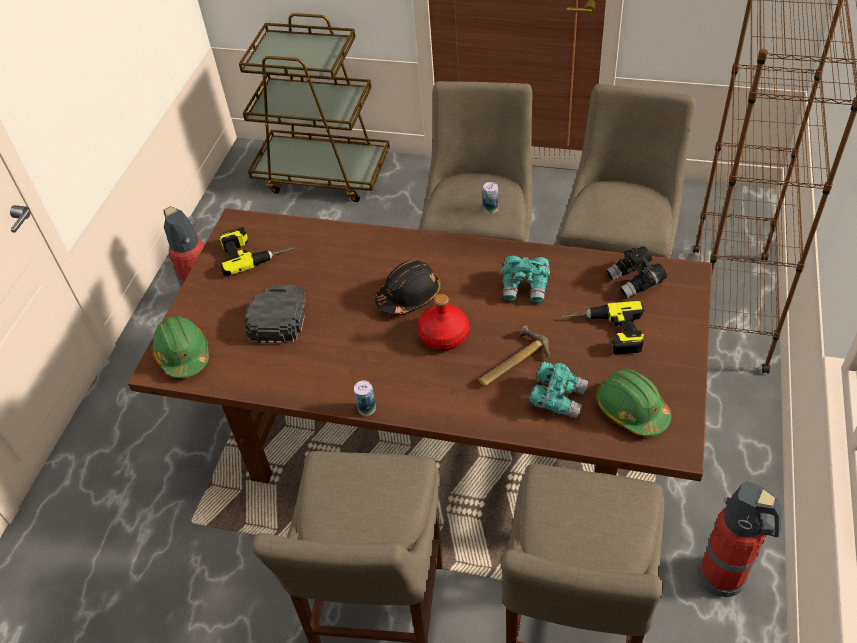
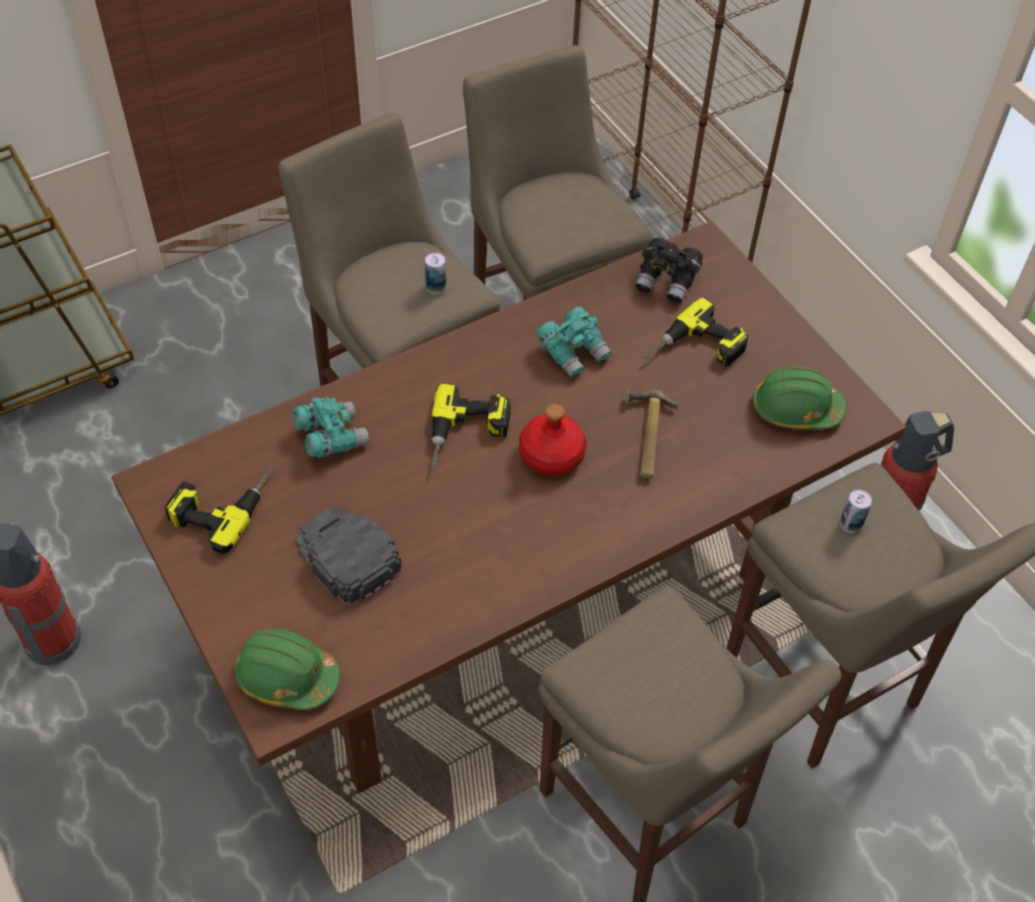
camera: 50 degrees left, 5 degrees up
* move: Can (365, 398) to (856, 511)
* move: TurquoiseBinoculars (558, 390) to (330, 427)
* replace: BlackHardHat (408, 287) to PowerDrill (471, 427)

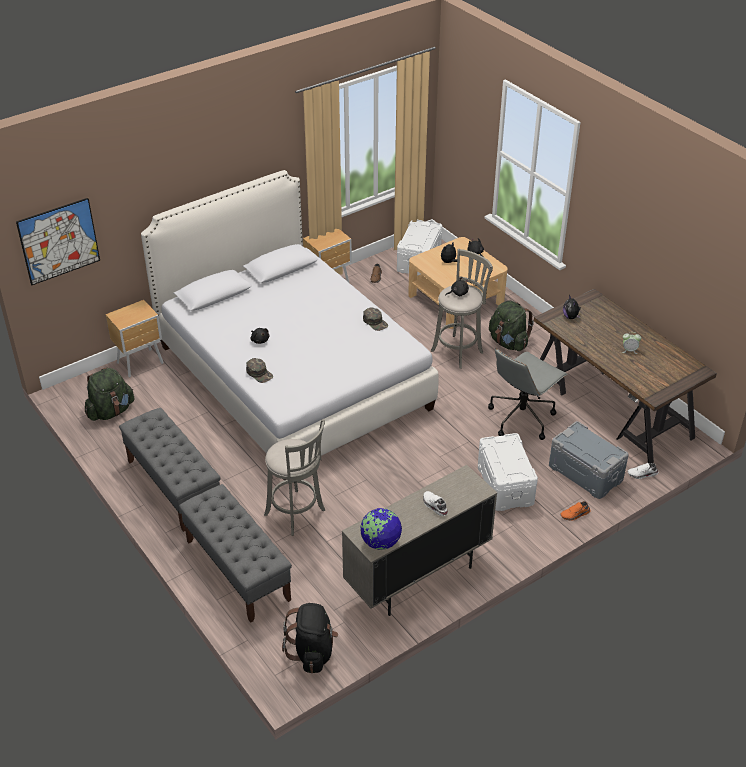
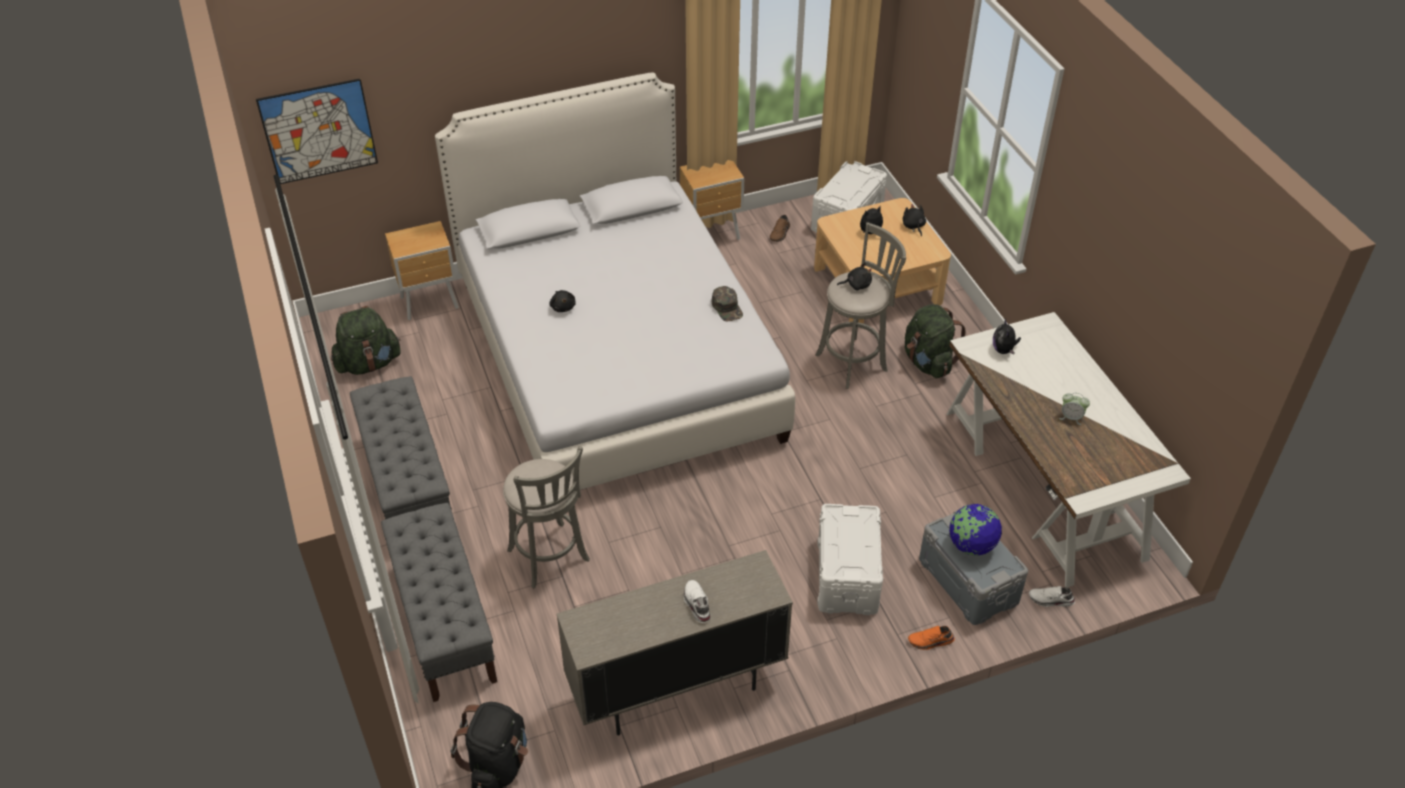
camera: 15 degrees right, 5 degrees up
* delete: GreenCap (259, 370)
* delete: GreyOfficeChair (528, 394)
* move: Globe (381, 529) to (975, 530)
* recolor: BrownDesk (625, 376) to WhiteDesk (1069, 449)

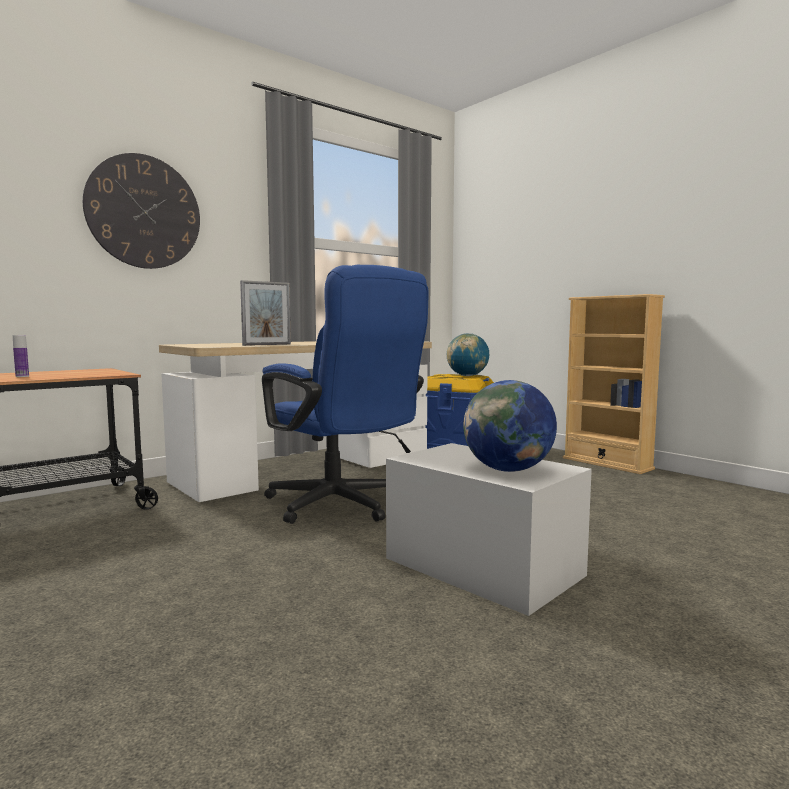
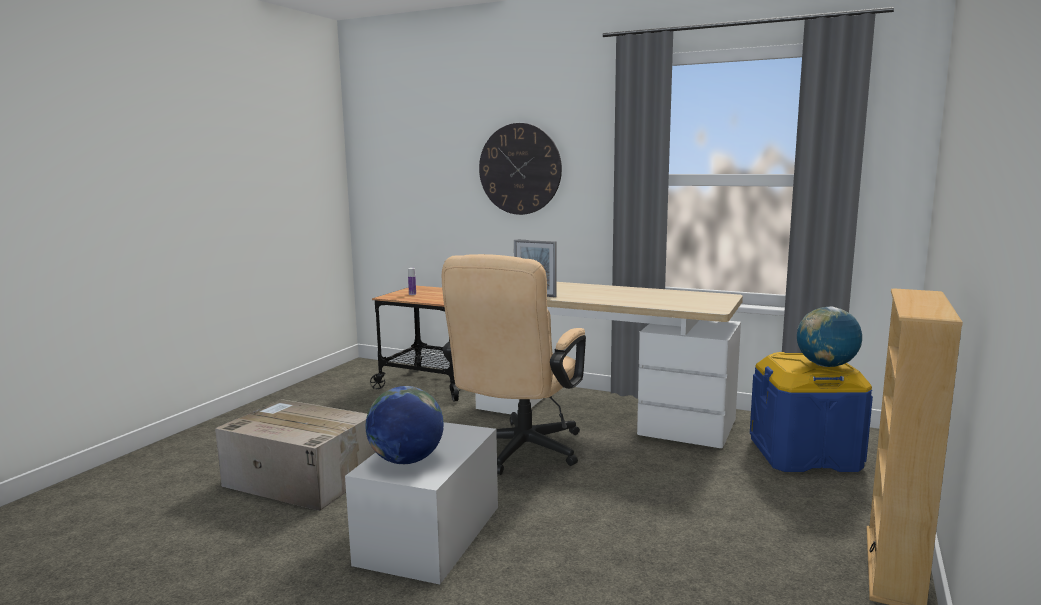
camera: 65 degrees right, 5 degrees up
* insert: CardboardBox (295, 455)
* recolor: BlueOfficeChair (345, 394) to BeigeOfficeChair (514, 364)

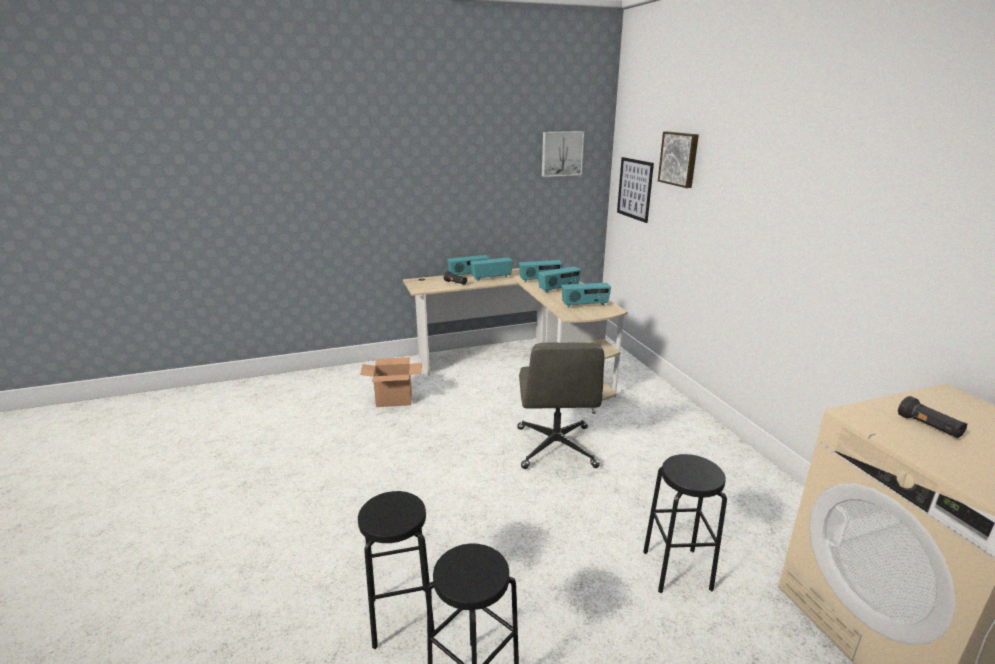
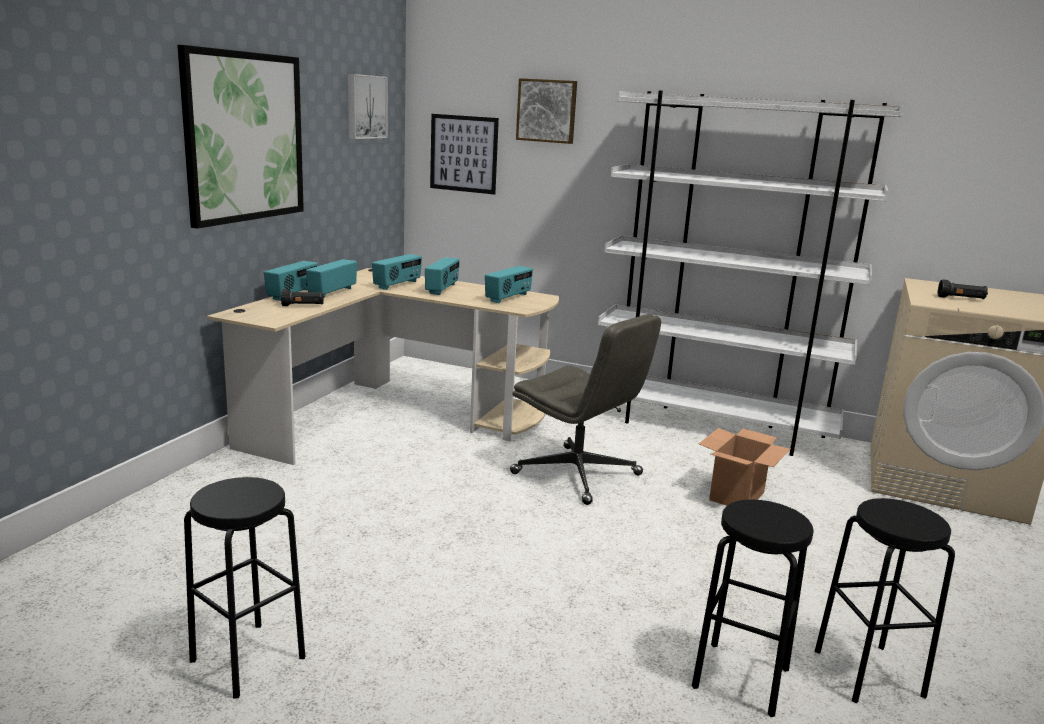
camera: 50 degrees left, 5 degrees down
* insert: Picture (240, 137)
* insert: WhiteBookcase (751, 273)
* move: CardboardBox (391, 382) to (744, 467)
* move: BlackStool (685, 523) to (244, 587)

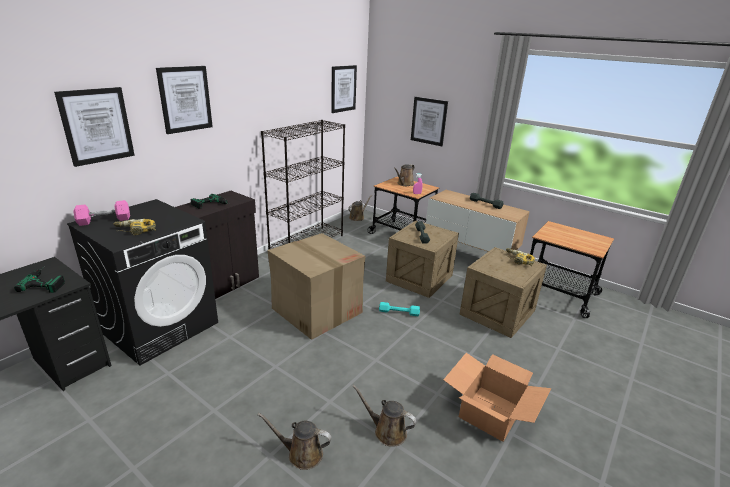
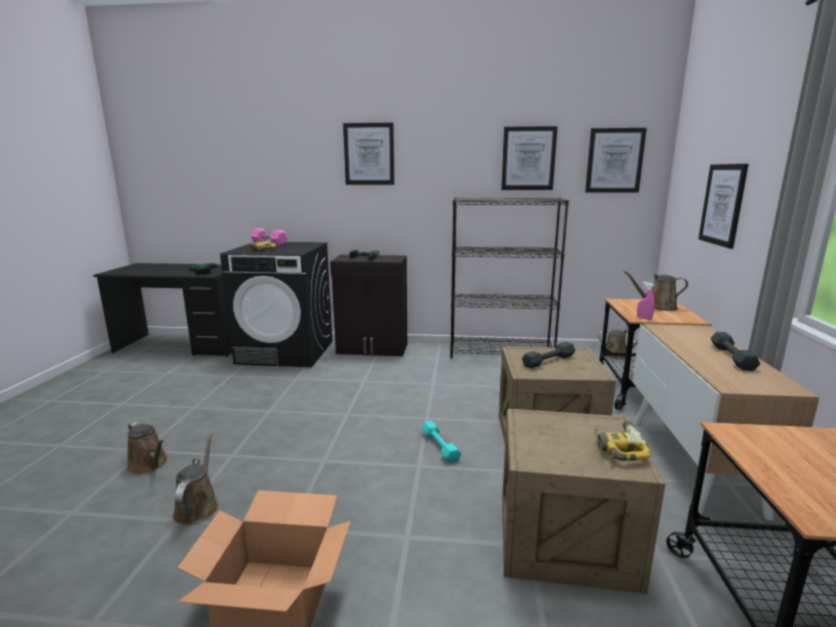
camera: 60 degrees right, 10 degrees down
* delete: CardboardBox (316, 286)
* move: Picture (94, 127) to (529, 158)
* rotate: BrownWateringCan (294, 441) = (147, 448) 150 degrees clockwise

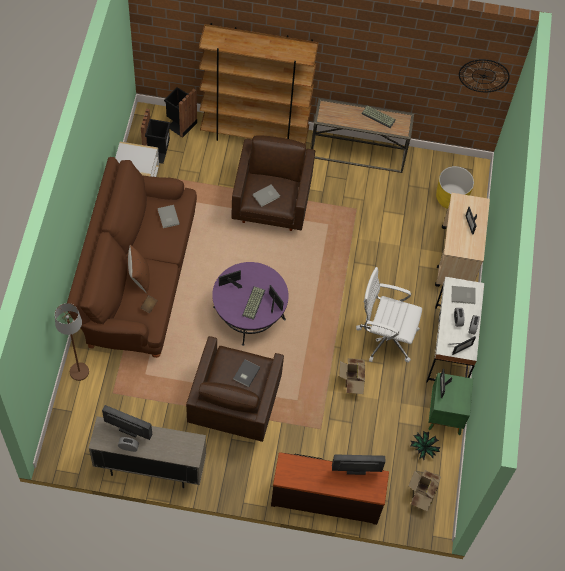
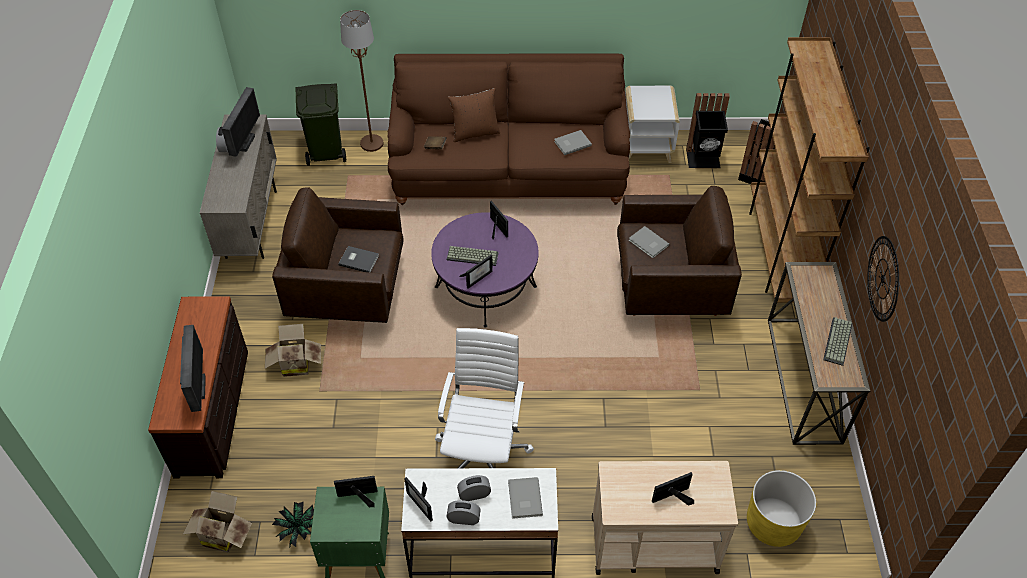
camera: 85 degrees right, 10 degrees down
* insert: GreenTrashCan (321, 124)
* move: CardboardBox (352, 376) to (293, 350)
* move: WallClock (484, 75) to (883, 279)

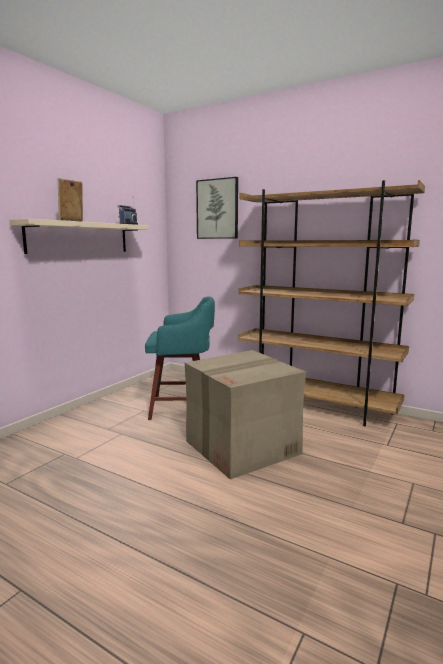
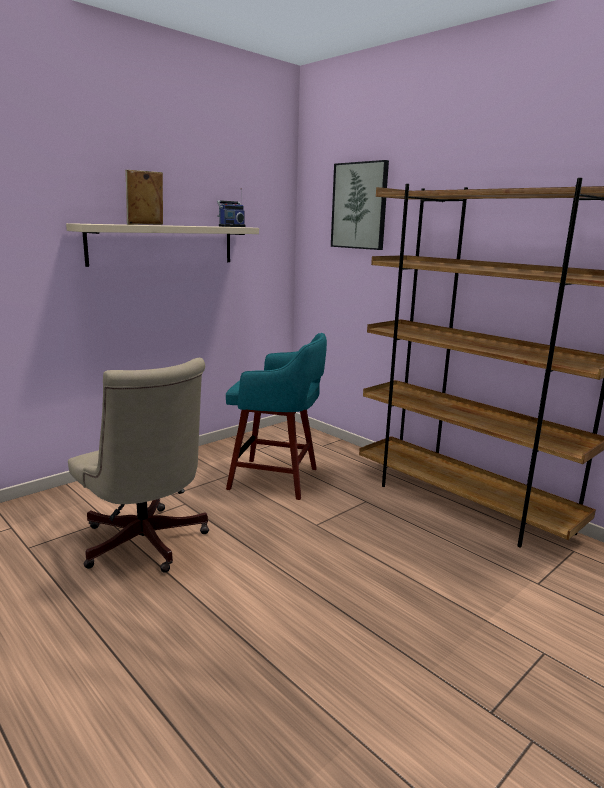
camera: 15 degrees right, 5 degrees up
* delete: CardboardBox (245, 414)
* insert: BeigeOfficeChair (138, 465)

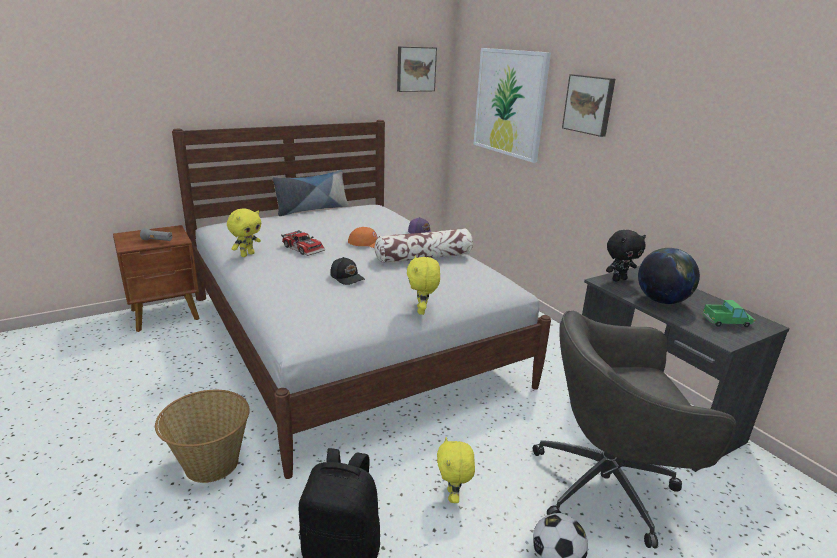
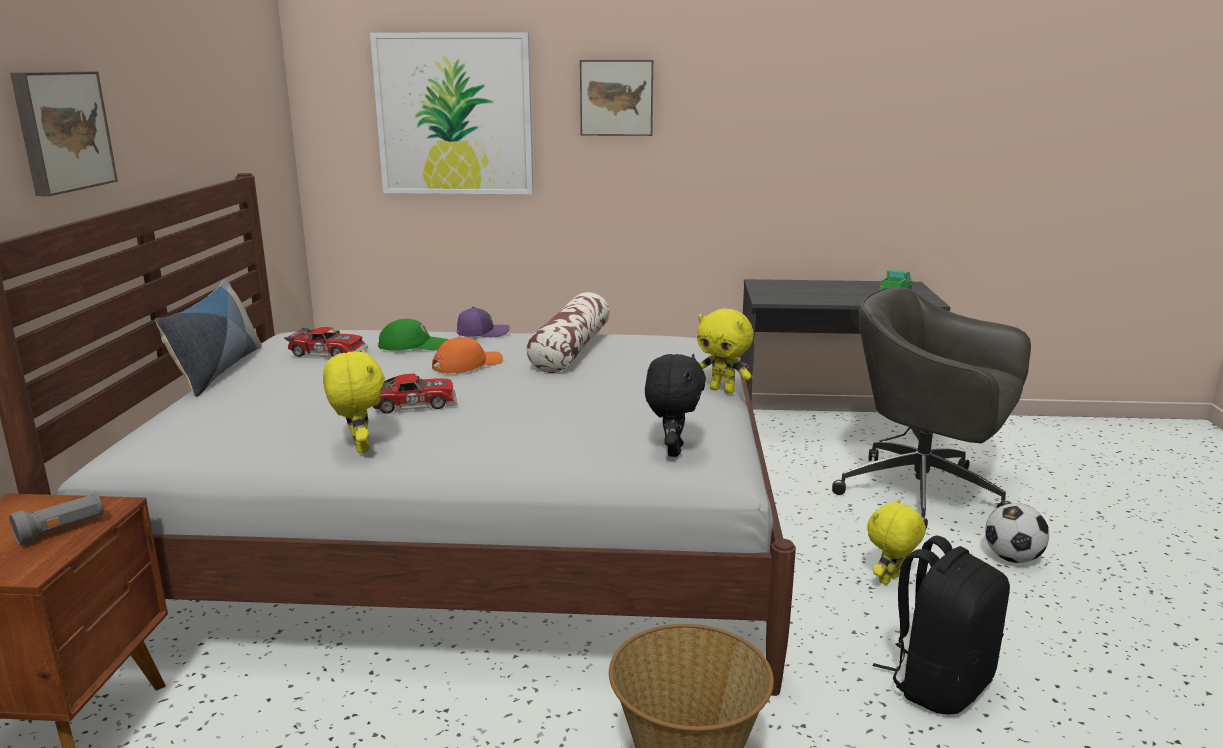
camera: 55 degrees left, 5 degrees down
* delete: BlackCap (347, 271)
* delete: Globe (669, 276)
* insert: ToyCar (326, 342)
* insert: GreenCap (413, 335)
* move: Picture (417, 69) to (64, 133)
* move: BlackPlushToy (626, 255) to (675, 405)
* rotate: YellowPlushToy (456, 470) = (896, 542) 105 degrees clockwise
* rotate: GreyOfficeChair (634, 429) = (931, 408) 90 degrees clockwise

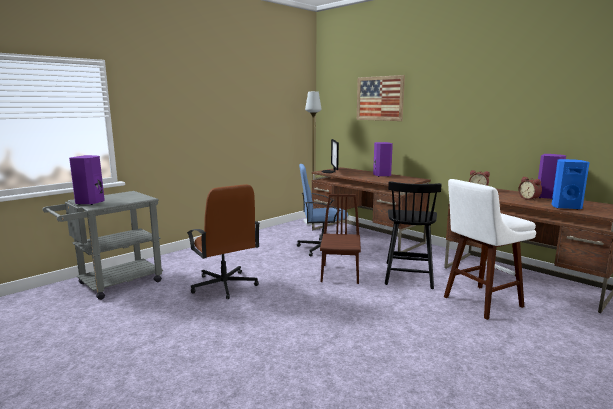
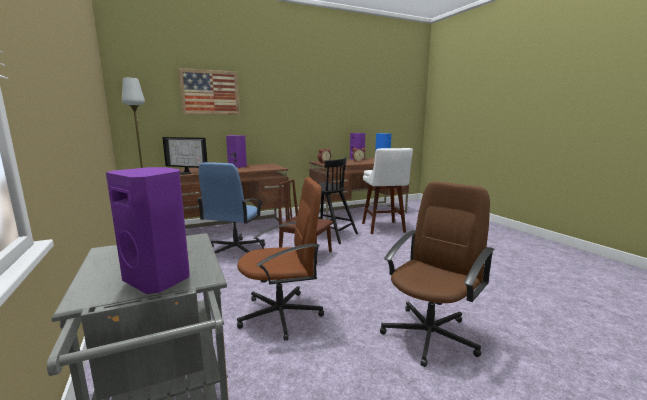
camera: 70 degrees left, 0 degrees up
* insert: BrownOfficeChair (437, 274)

